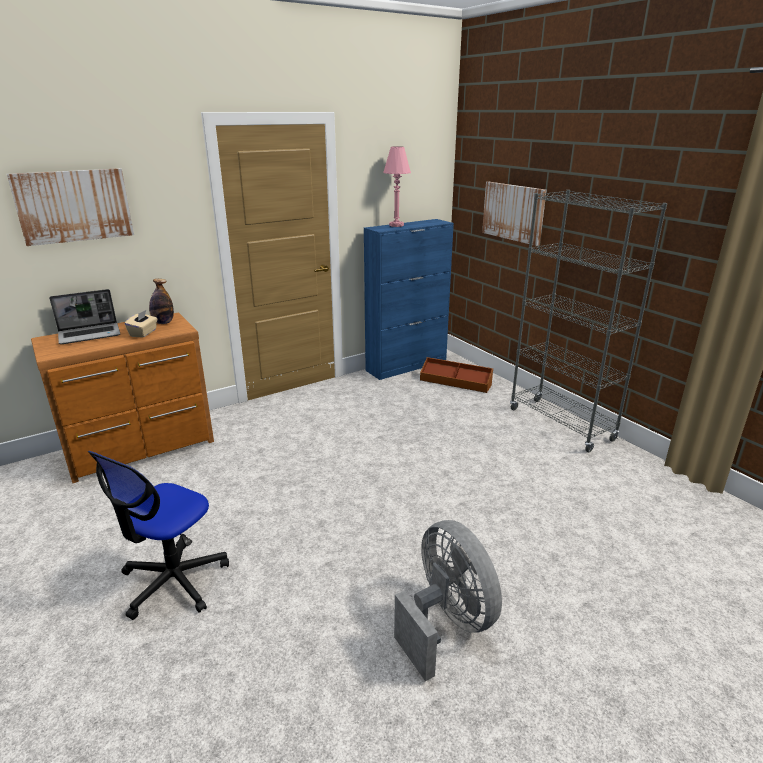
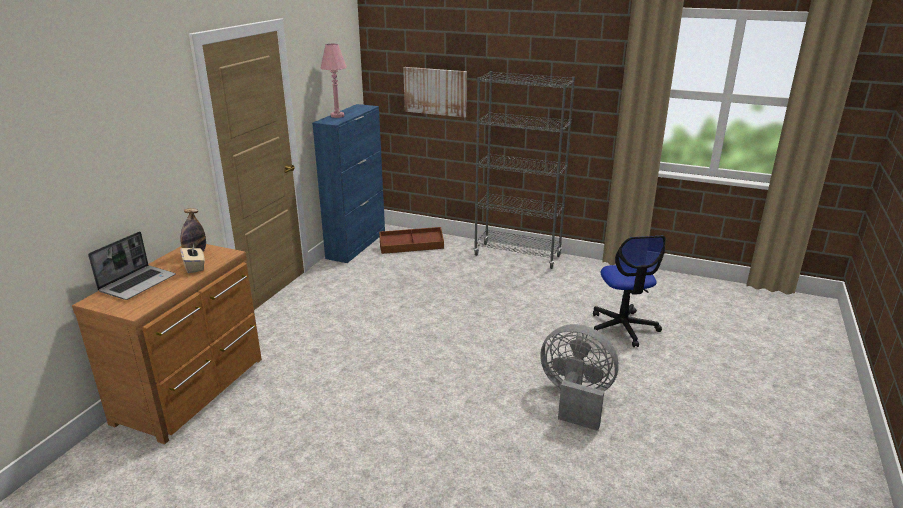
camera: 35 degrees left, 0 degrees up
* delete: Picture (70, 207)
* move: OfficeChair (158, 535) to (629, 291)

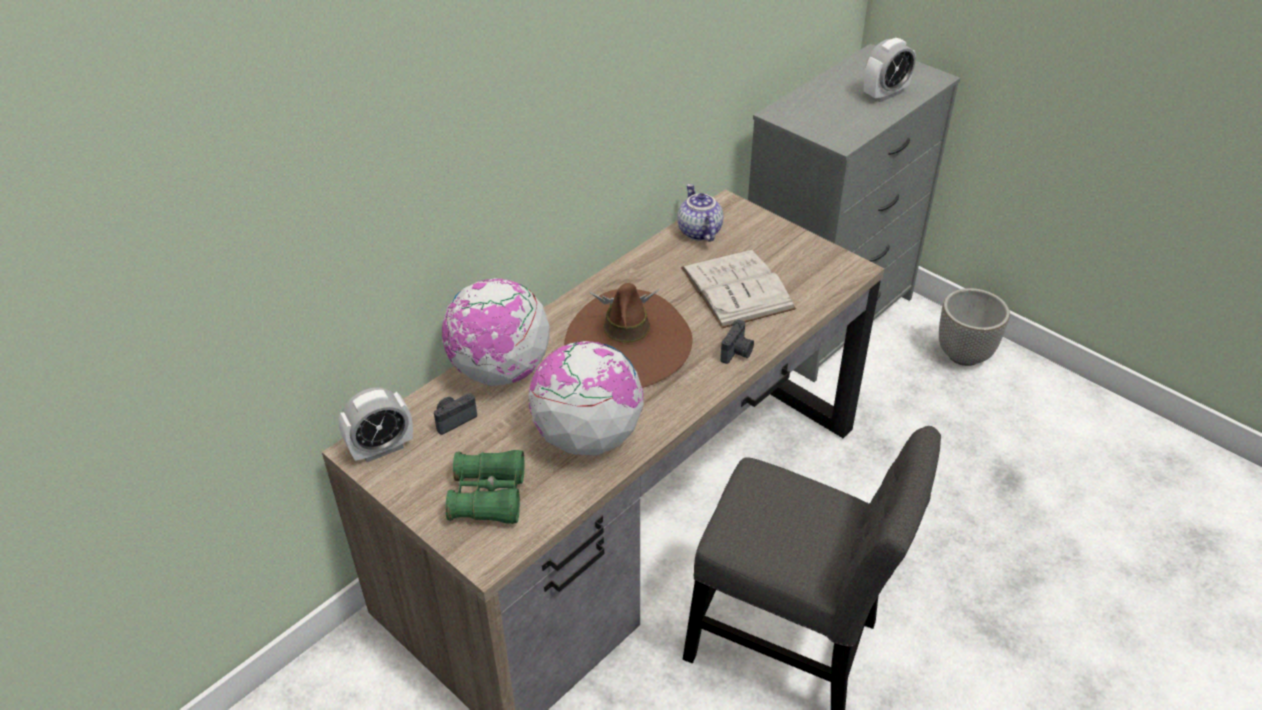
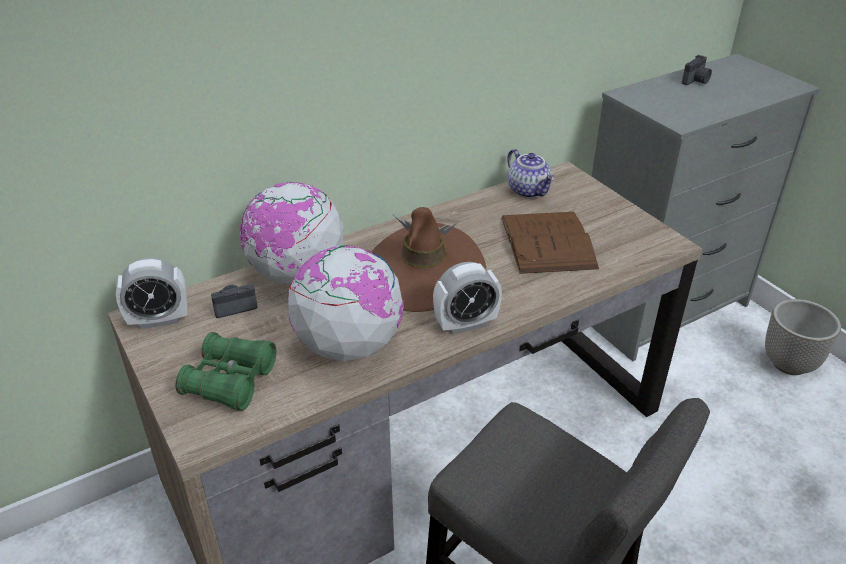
camera: 15 degrees right, 5 degrees down
* move: PhotoCamera (737, 342) to (697, 70)
* move: AlarmClock (890, 70) to (467, 298)
* recolor: WhiteBook (738, 288) to BrownBook (550, 243)
* rotate: Teapot (700, 213) = (531, 173) 150 degrees clockwise

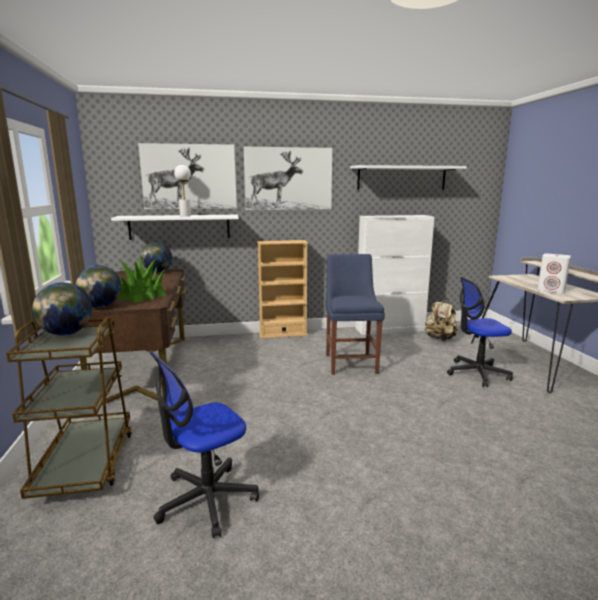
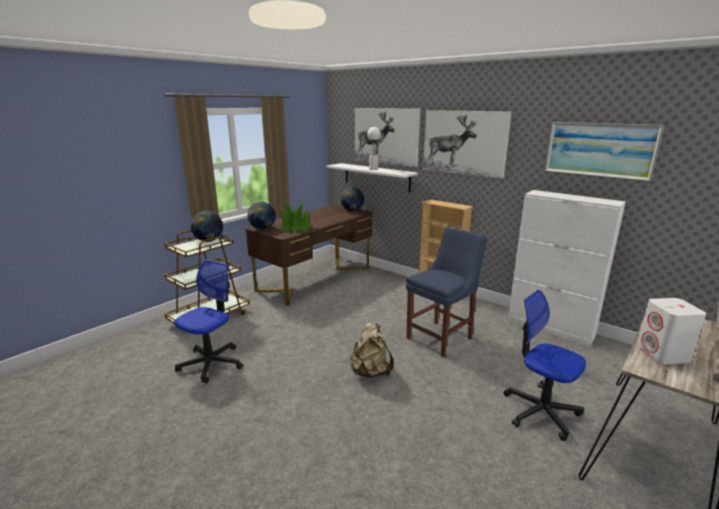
camera: 50 degrees right, 5 degrees up
* move: BeigeBackpack (441, 319) to (372, 350)
* replace: WhiteShelf (408, 177) to Picture (604, 152)
* rotate: OfficeChair (204, 444) = (209, 321) 105 degrees clockwise

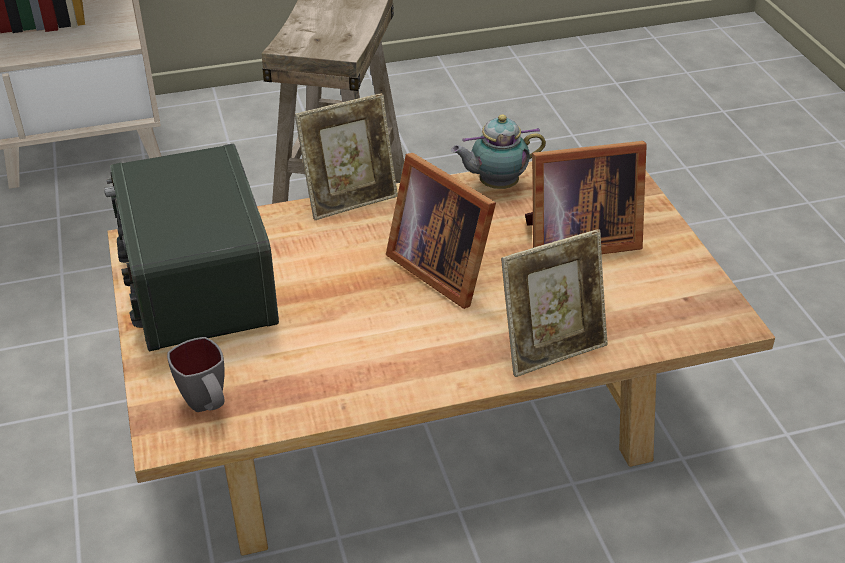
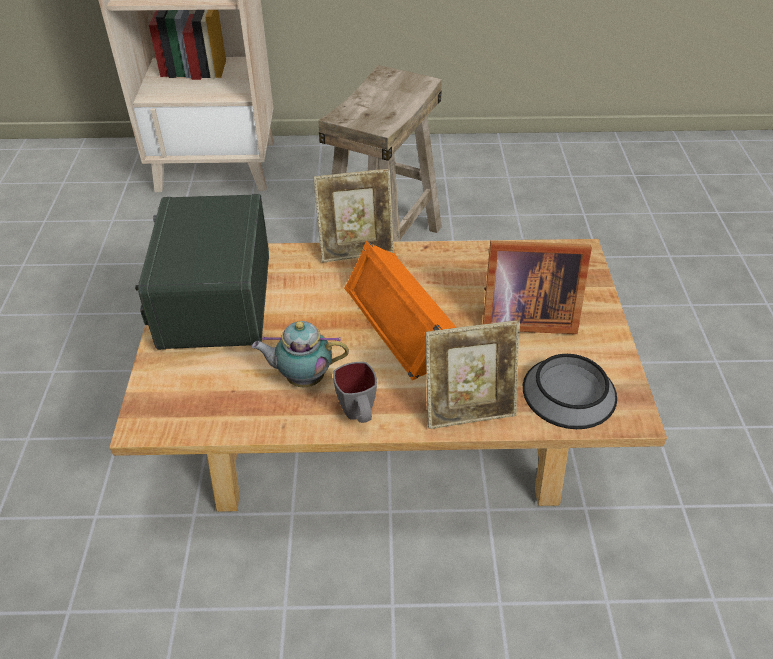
camera: 15 degrees right, 5 degrees up
* insert: Bowl (570, 391)
* move: GreyMug (196, 374) to (355, 392)
* move: Teapot (498, 151) to (300, 354)
* replace: PictureFrame (441, 231) to OrangeSpeaker (400, 310)

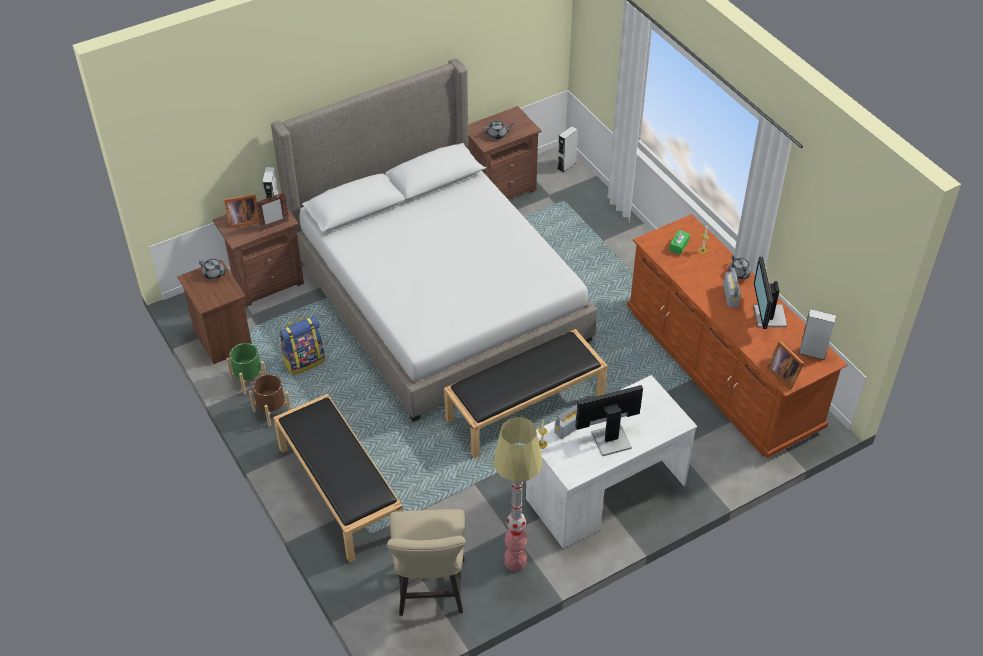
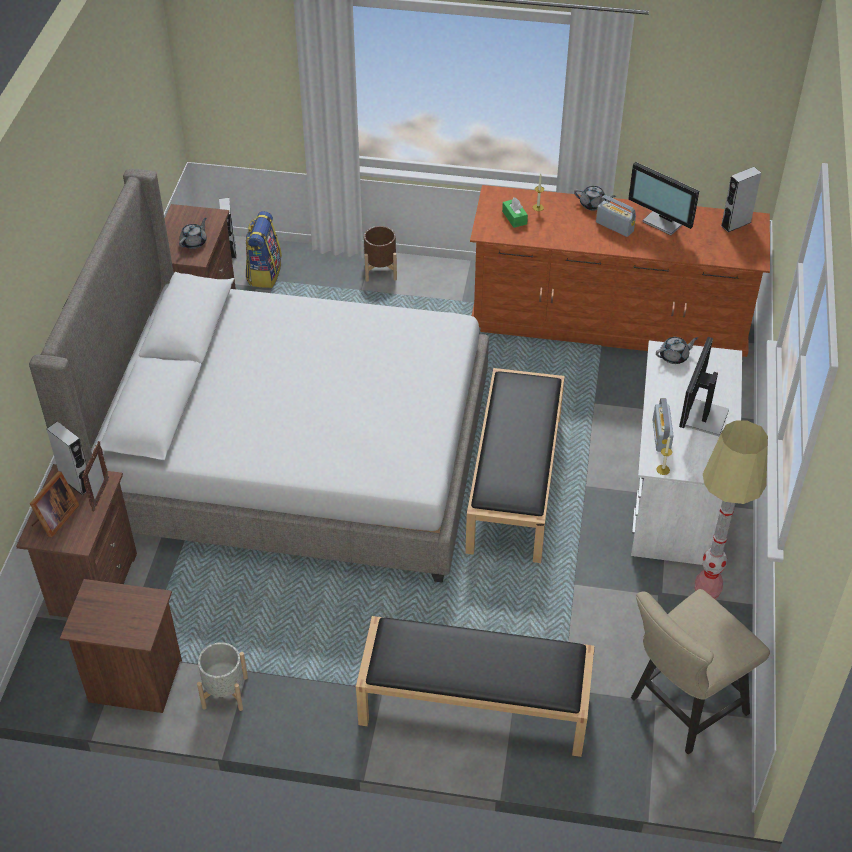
camera: 50 degrees left, 0 degrees up
* delete: PictureFrame (785, 365)
* move: GreyTeapot (213, 269) to (677, 350)
* move: BrownPlanter (270, 400) to (380, 254)
* move: Backpack (302, 345) to (264, 249)
* recolor: GreenPlanter (246, 368) to GreyPlanter (222, 676)
* rotate: BeigeChair (426, 562) = (700, 671) 105 degrees clockwise

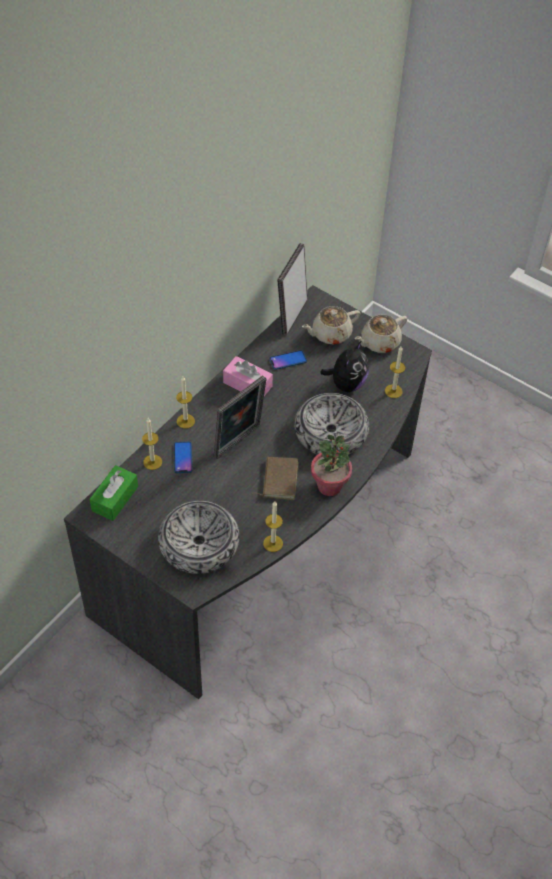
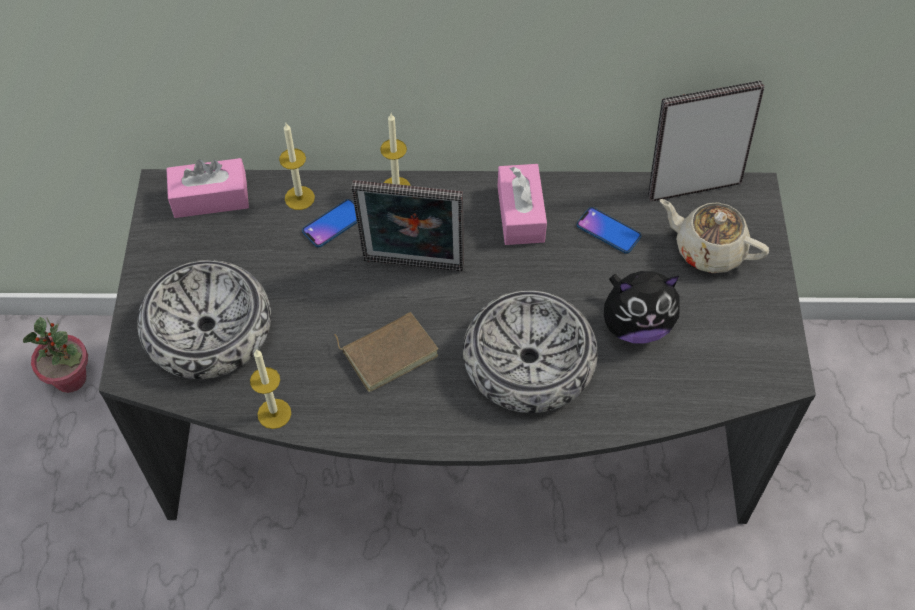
camera: 55 degrees right, 5 degrees up
* delete: BeigeTeapot (381, 333)
* delete: Candle (395, 372)
* move: PottedPlant (331, 465) to (55, 355)
* recolor: GreenTissueBox (114, 493) to PinkTissueBox (207, 188)

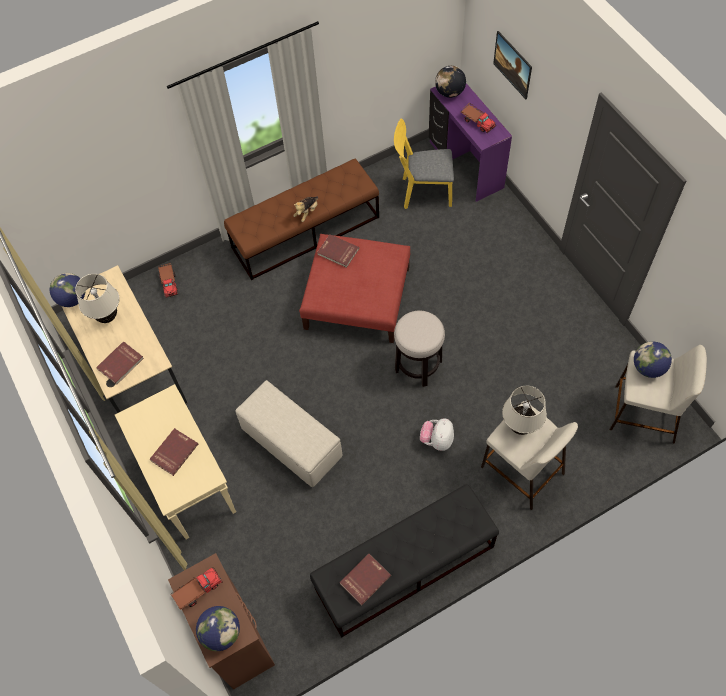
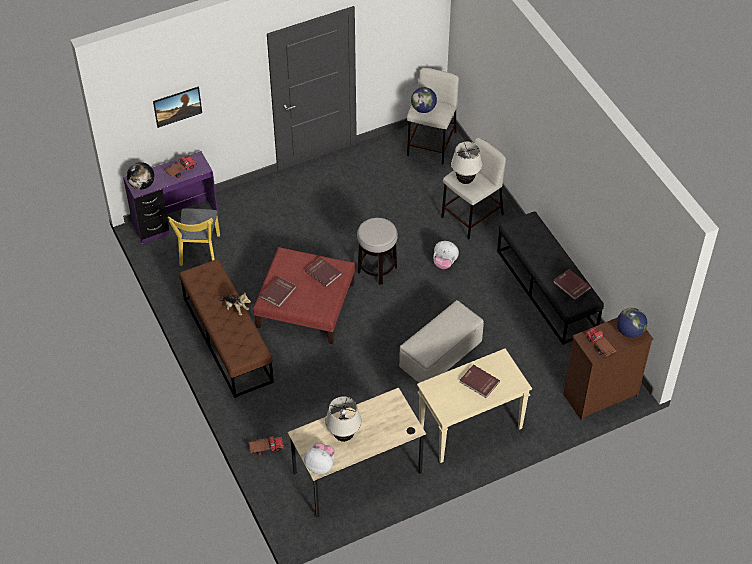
camera: 90 degrees left, 10 degrees down
* move: RedBook (120, 363) to (323, 272)
* replace: Globe (67, 290) to PlushToy (319, 458)

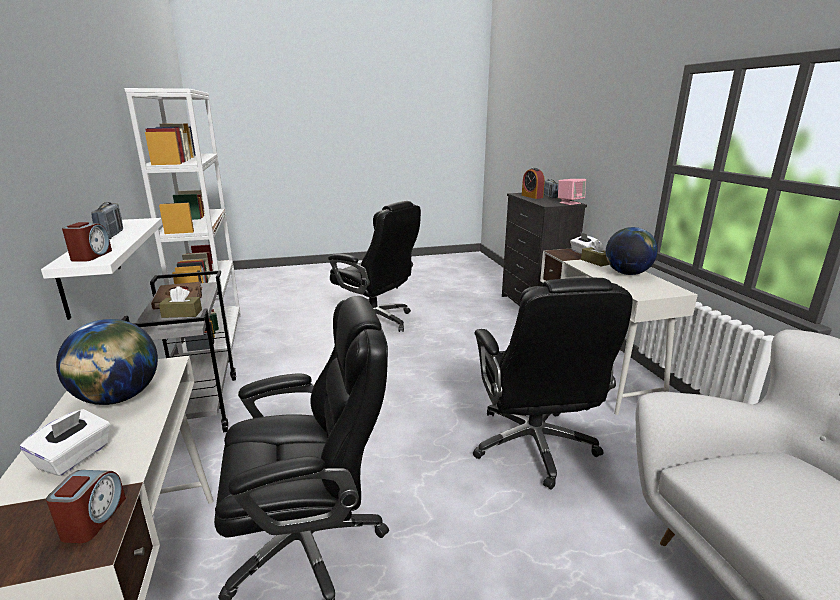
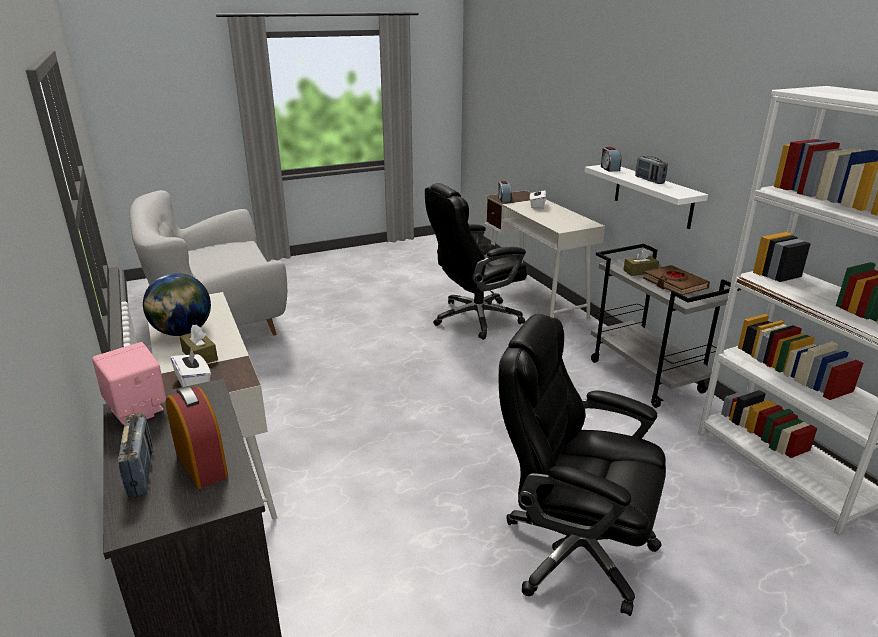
camera: 170 degrees right, 5 degrees up
* delete: Globe (107, 362)
* delete: BlackOfficeChair (553, 384)

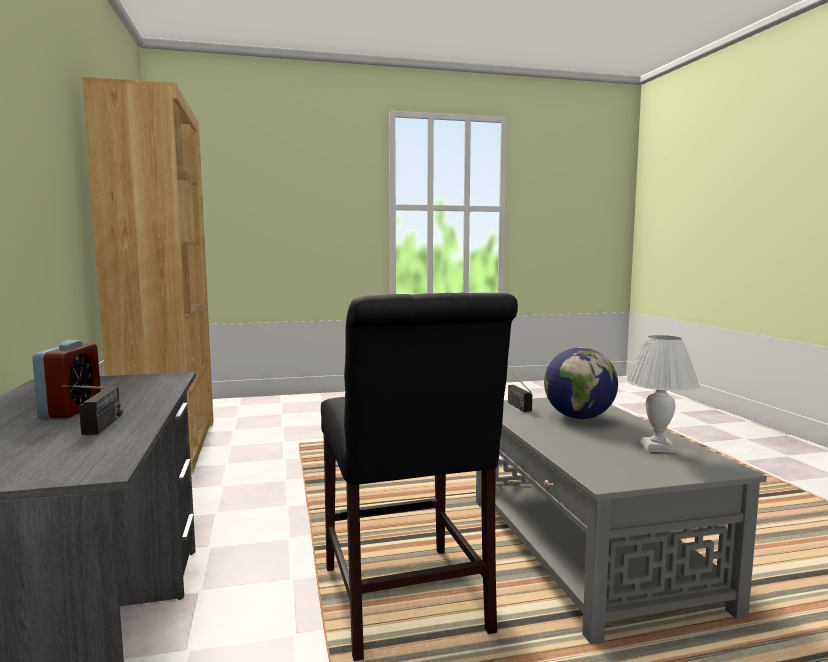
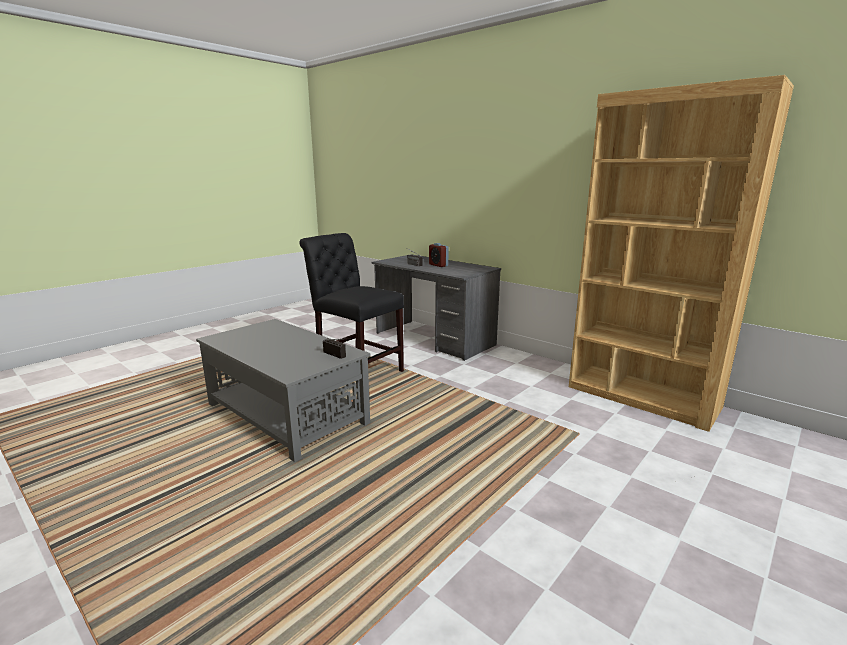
camera: 145 degrees right, 10 degrees up
* delete: Globe (581, 383)
* delete: WhiteTableLamp (662, 394)

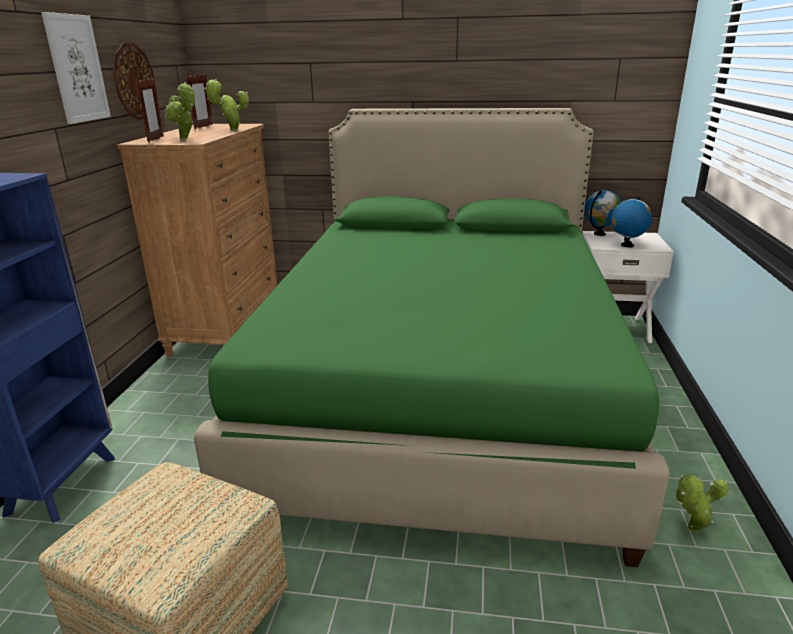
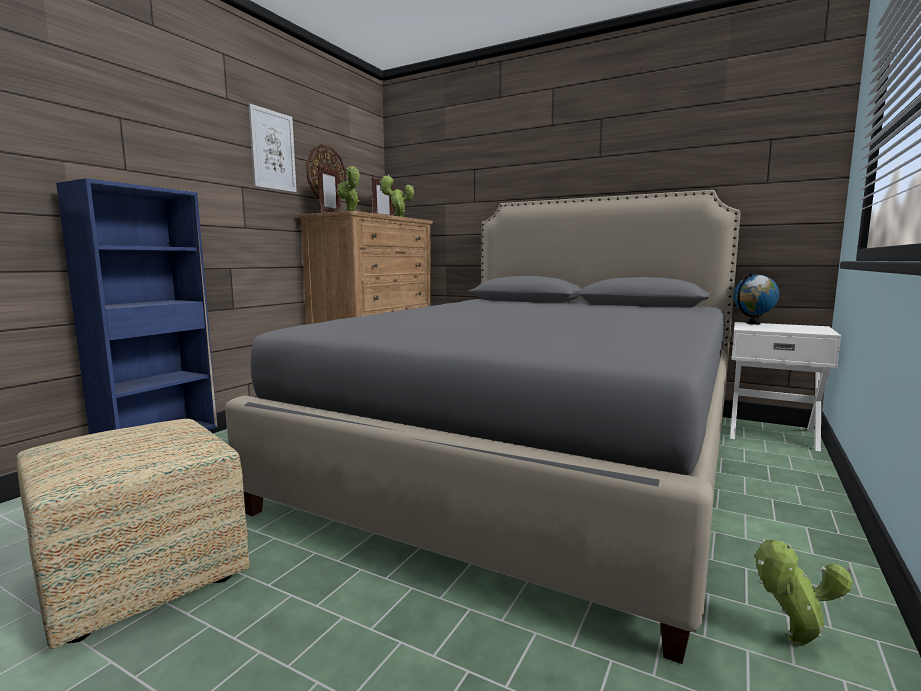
camera: 20 degrees right, 15 degrees down
* delete: Globe (631, 221)
* recolor: GreenBed (432, 337) to GreyBed (483, 427)

